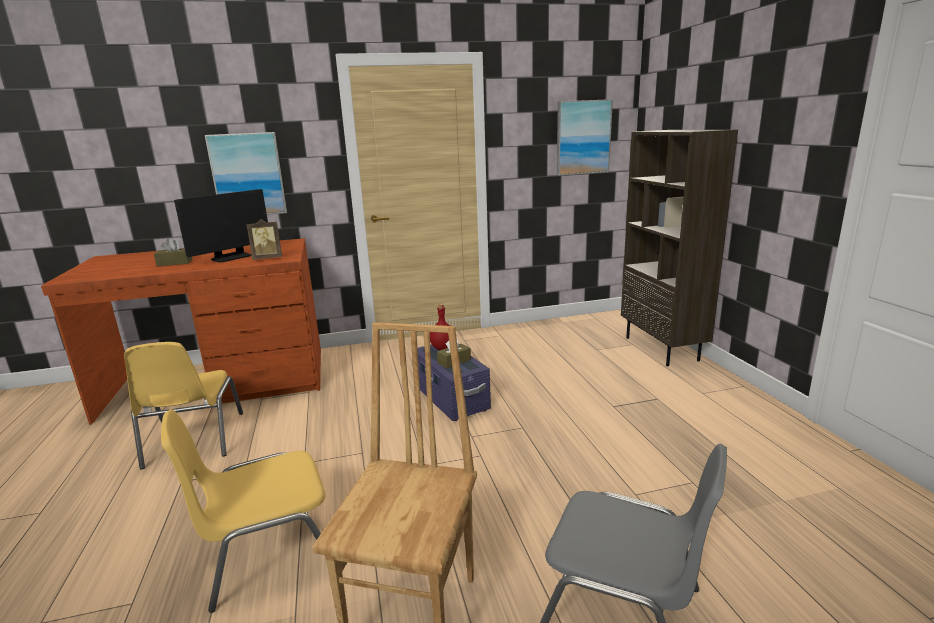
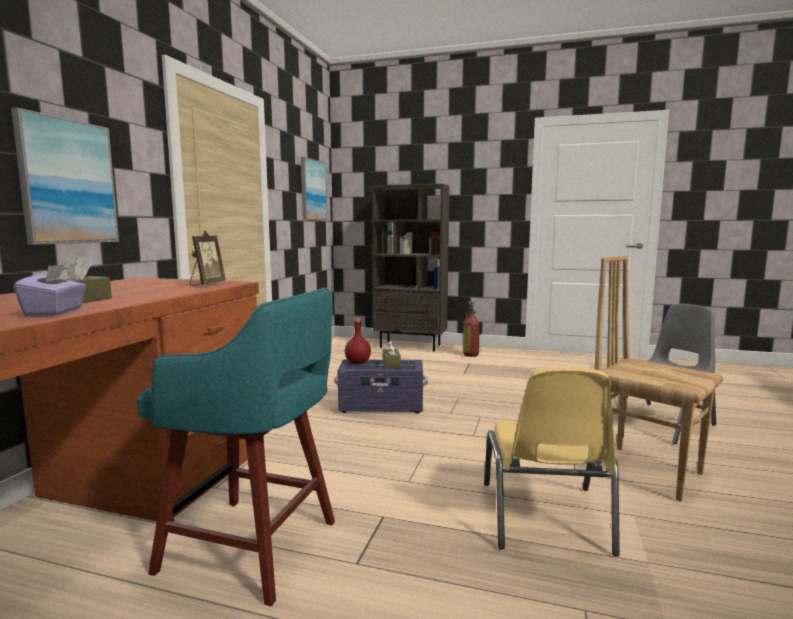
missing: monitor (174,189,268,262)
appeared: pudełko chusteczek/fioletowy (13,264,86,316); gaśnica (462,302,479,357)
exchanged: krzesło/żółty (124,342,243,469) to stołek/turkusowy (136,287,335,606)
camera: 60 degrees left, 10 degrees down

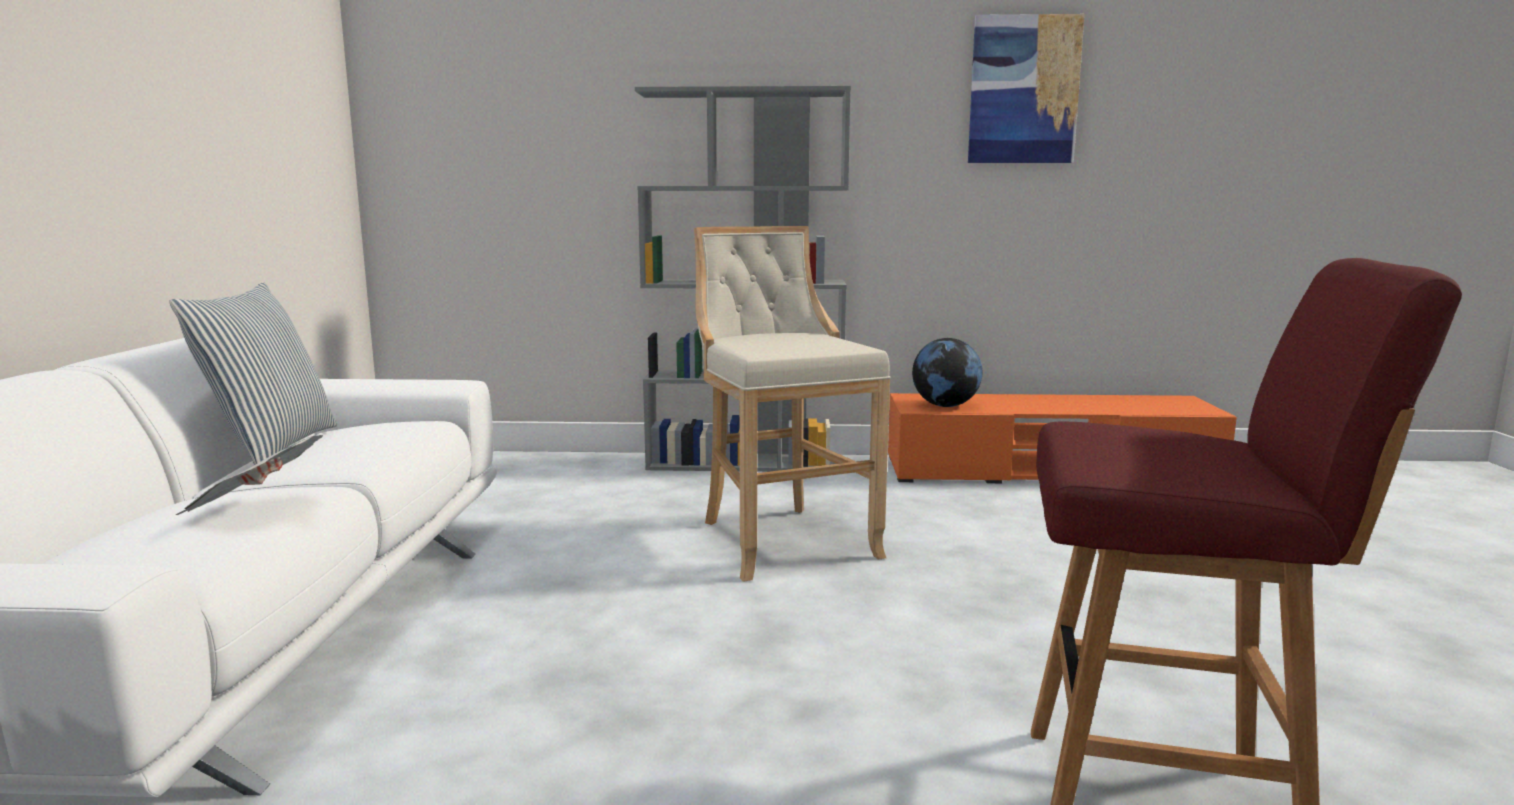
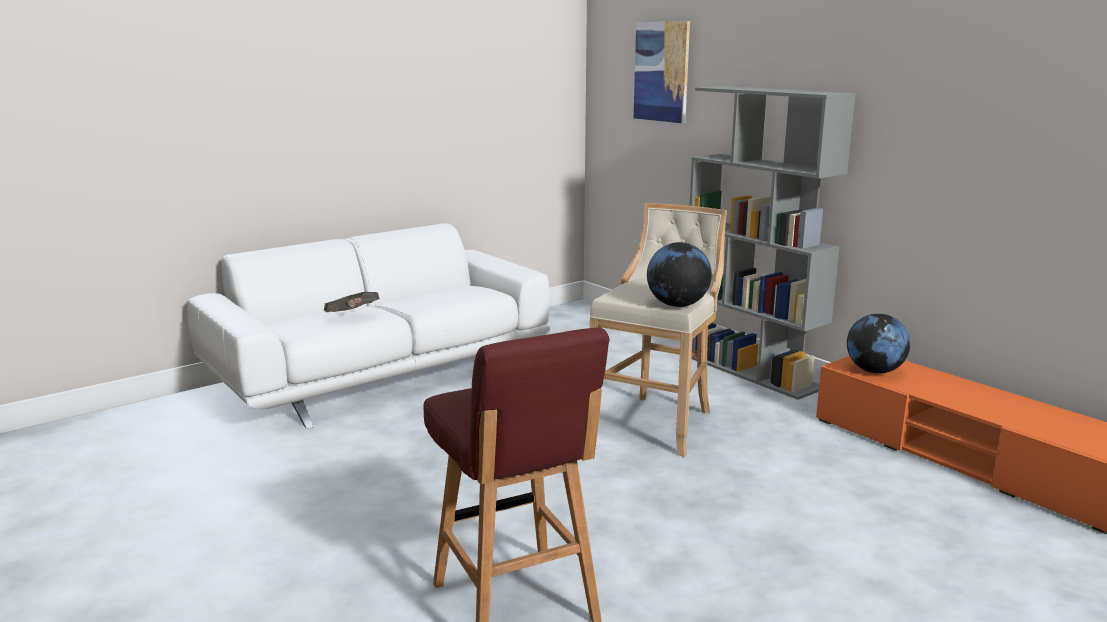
missing: poduszka (169,282,337,465)
appeared: globus (647,242,712,307)
relocated: obraz (968,14,1085,163) to (634,21,690,123)
camera: 50 degrees right, 5 degrees up

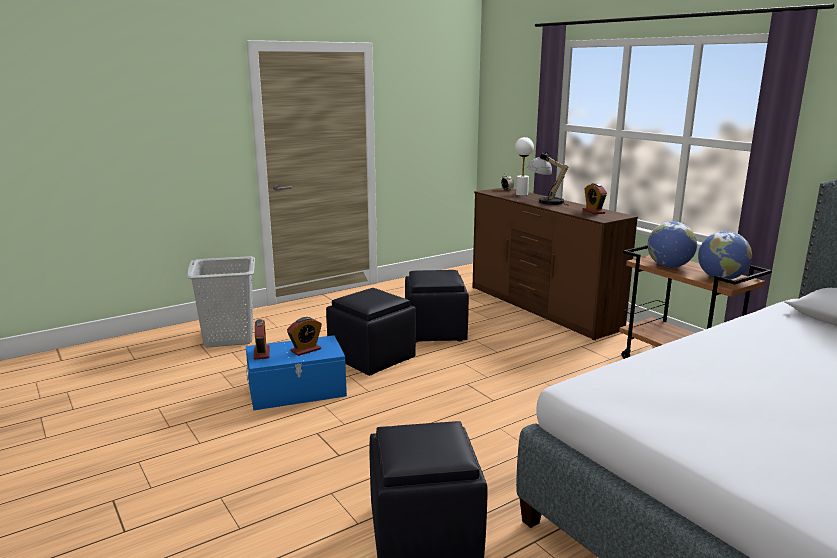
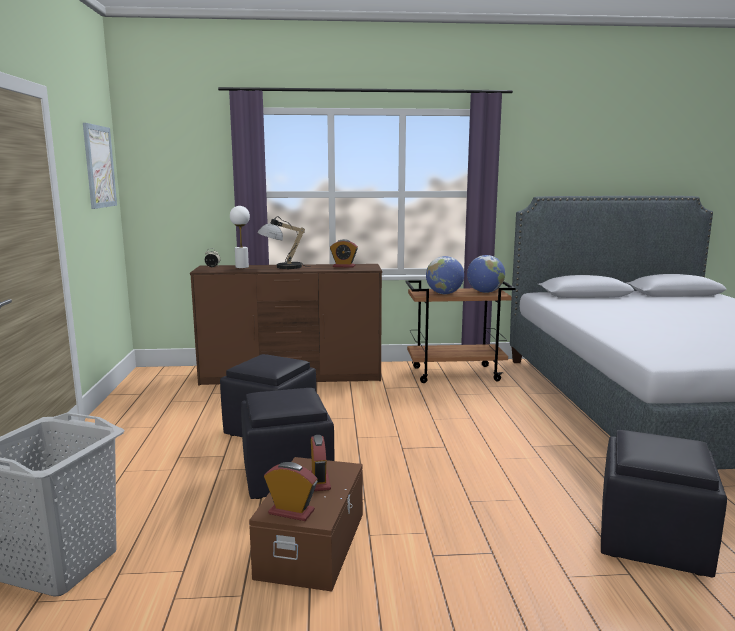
appeared: obraz (83,123,117,209)
colour: pojemnik do przechowywania/niebieski (246,335,347,411) to pojemnik do przechowywania/brązowy (249,457,363,592)
camera: 60 degrees left, 5 degrees down

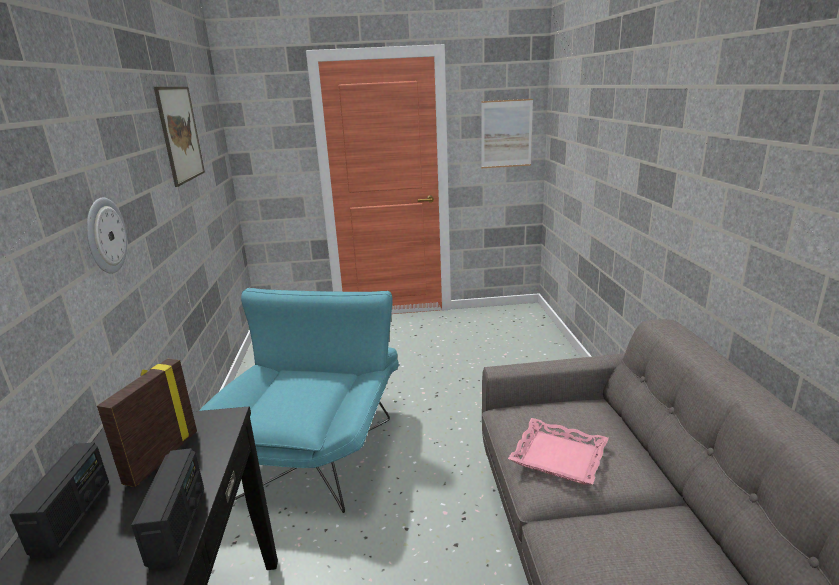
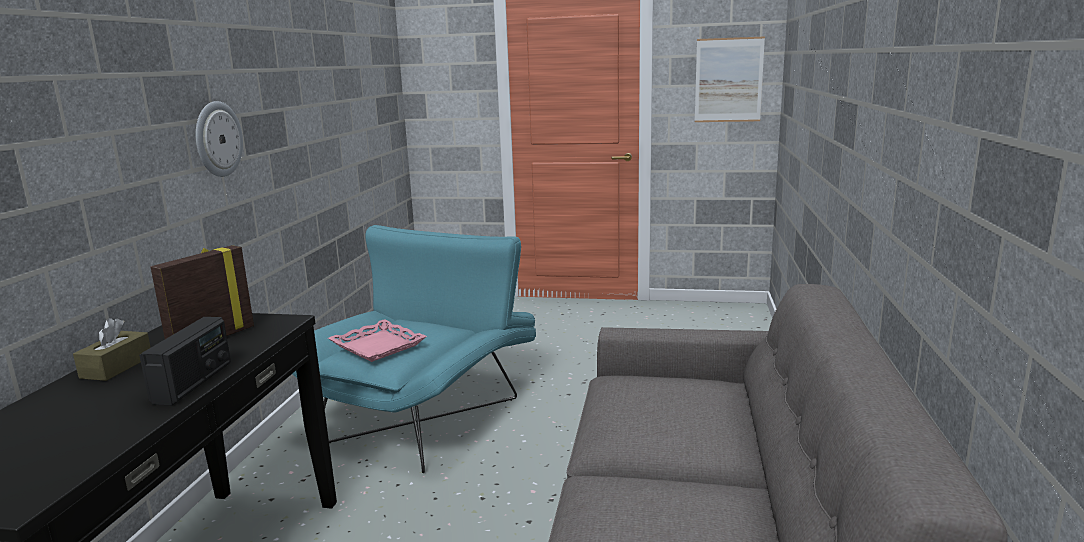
missing: obraz (154,87,205,187)
relocated: taca/różowy (508,418,609,484) to (328,319,427,362)
exchanged: radio (9,443,109,559) to pudełko chusteczek/brązowy (73,318,151,381)
camera: 15 degrees right, 5 degrees down

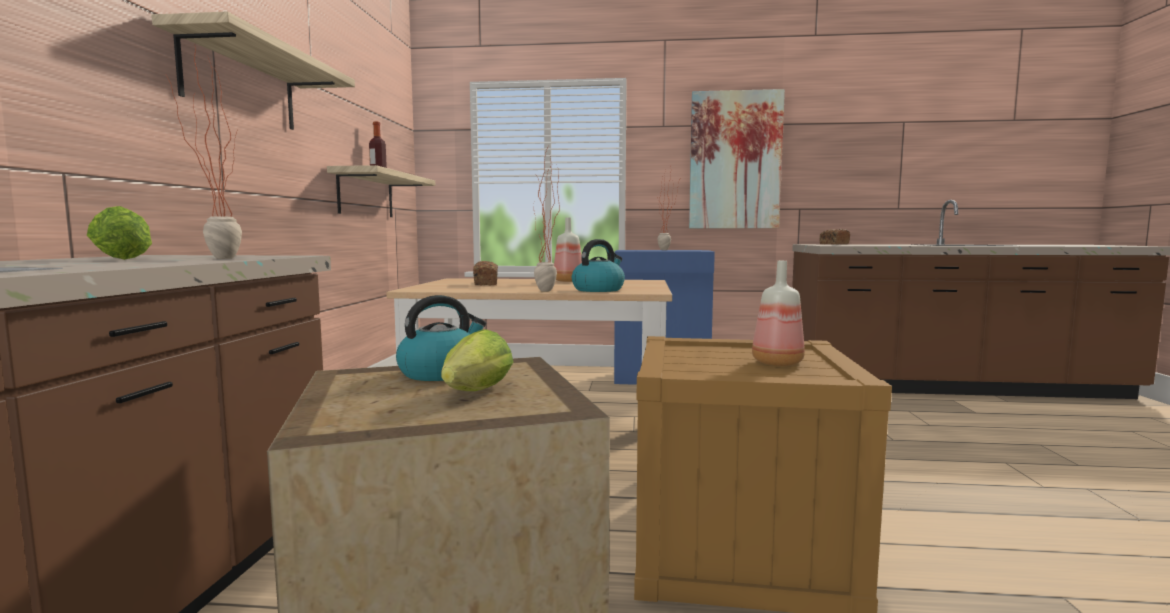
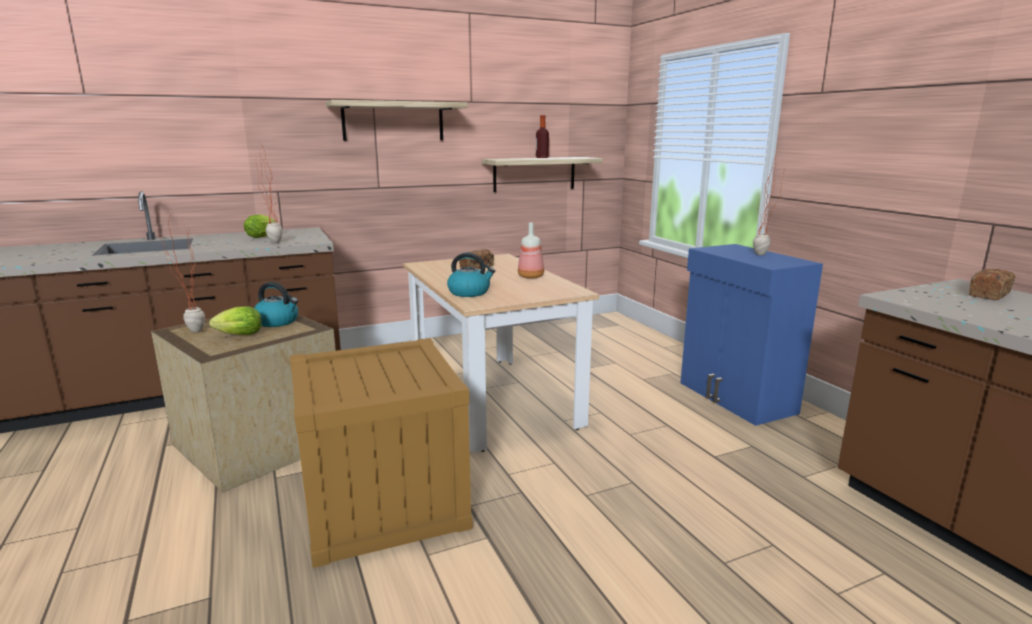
missing: obraz (689,89,785,228); butelka (752,261,805,366)
relocated: roślina doniczkowa (534,150,560,292) to (159,218,205,332)
camera: 60 degrees right, 10 degrees up

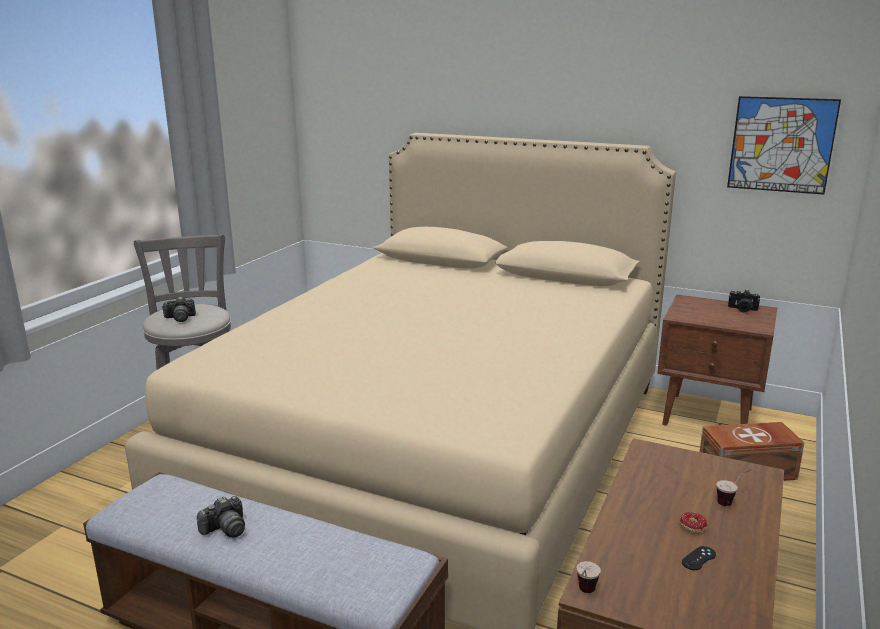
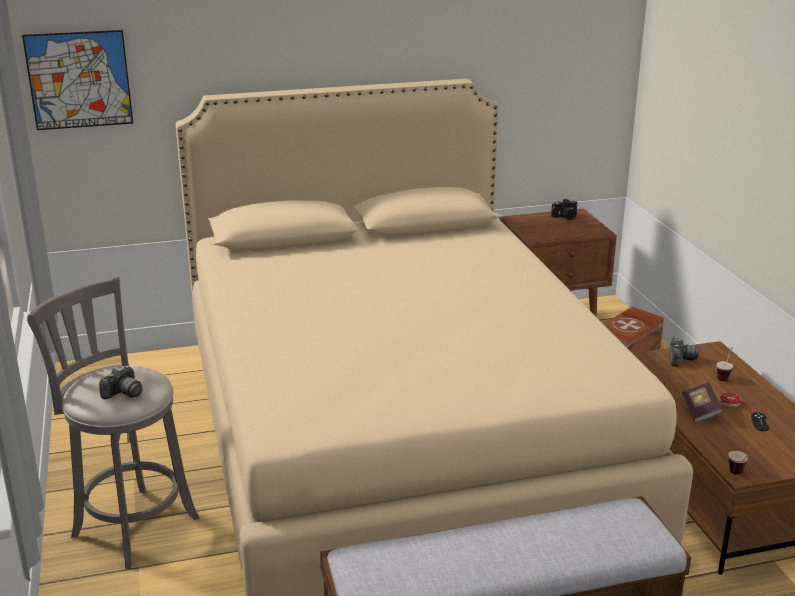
appeared: książka (682,382,723,423)
relocated: aparat fotograficzny (197,496,245,538) to (669,337,699,367); obraz (727,96,841,195) to (22,30,133,130)
camera: 40 degrees left, 5 degrees up

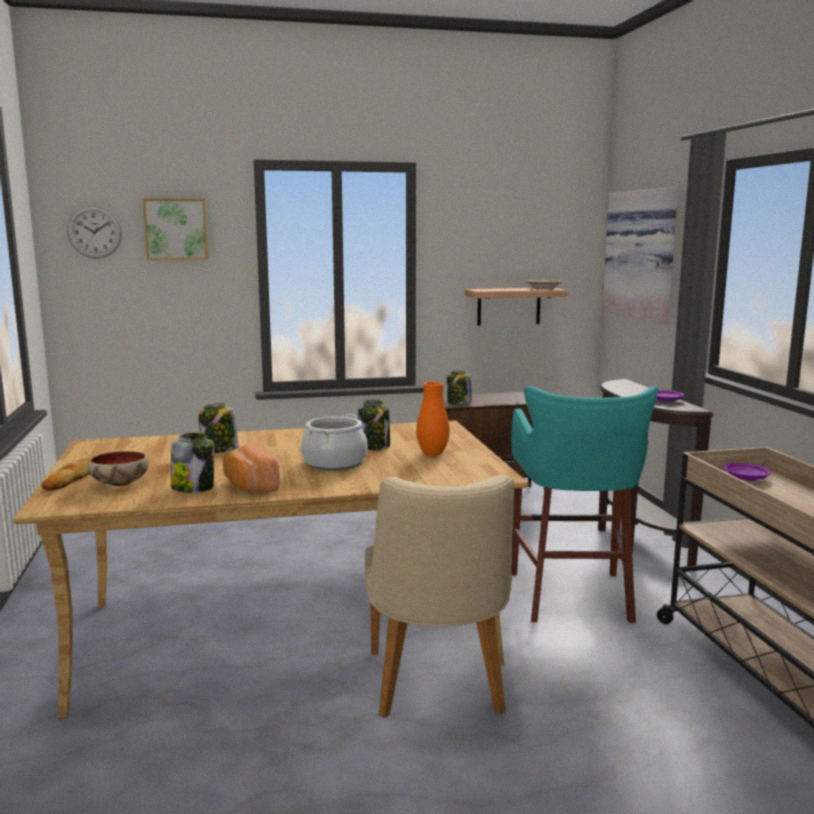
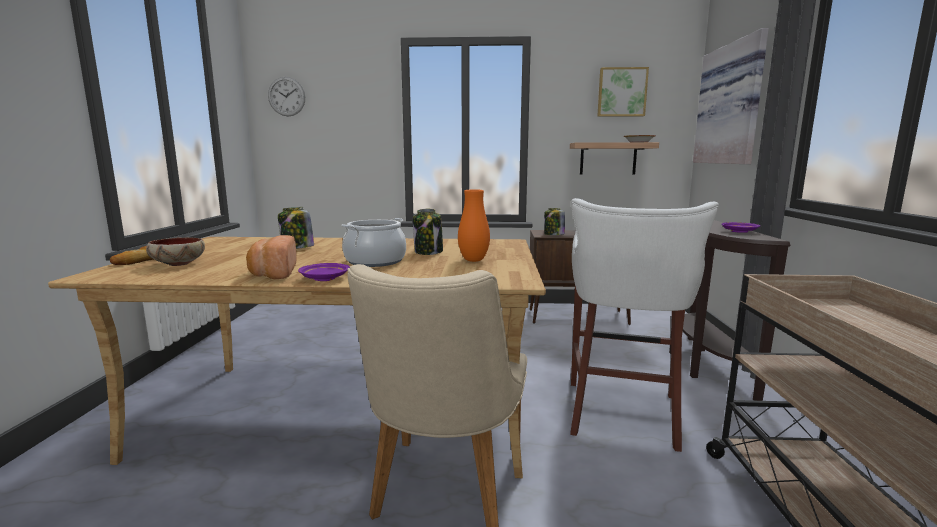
missing: słoik (171,433,214,493)
relocated: obraz (143,198,208,260) to (597,67,649,117); talerz/fioletowy (724,463,771,481) to (298,263,350,281)
colour: stołek/turkusowy (511,386,658,623) to stołek/biały (570,198,719,452)
camera: 15 degrees right, 0 degrees up

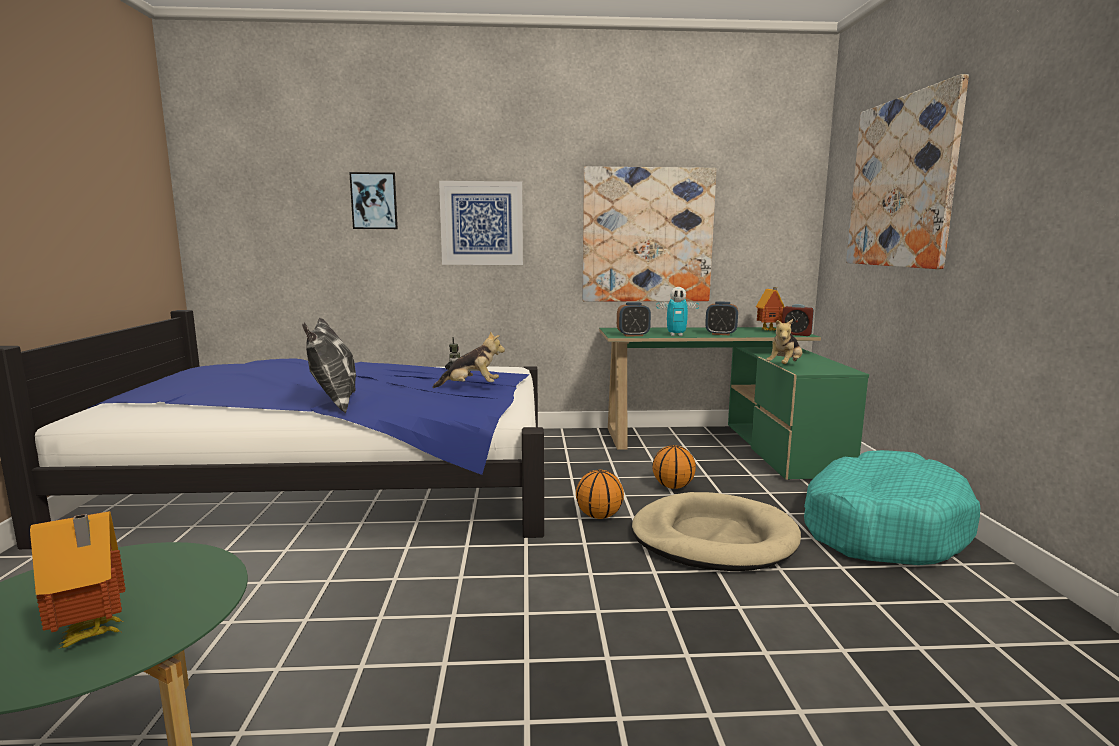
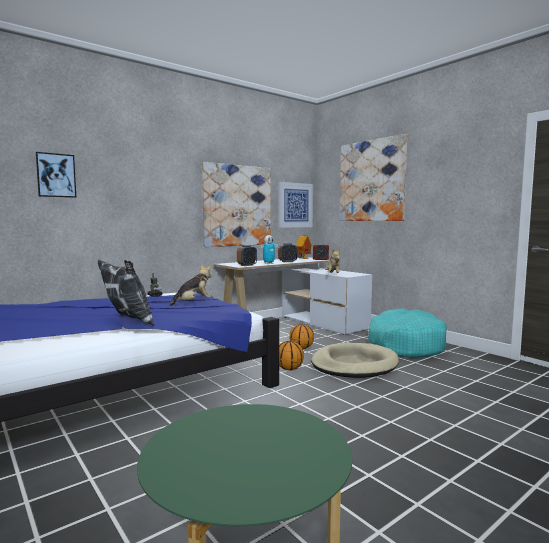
missing: domek (30,511,126,648)
relocated: obraz (439,181,523,265) to (279,182,313,228)
colour: biurko/zielony (599,327,869,480) to biurko/biały (214,257,373,335)
camera: 35 degrees left, 5 degrees down

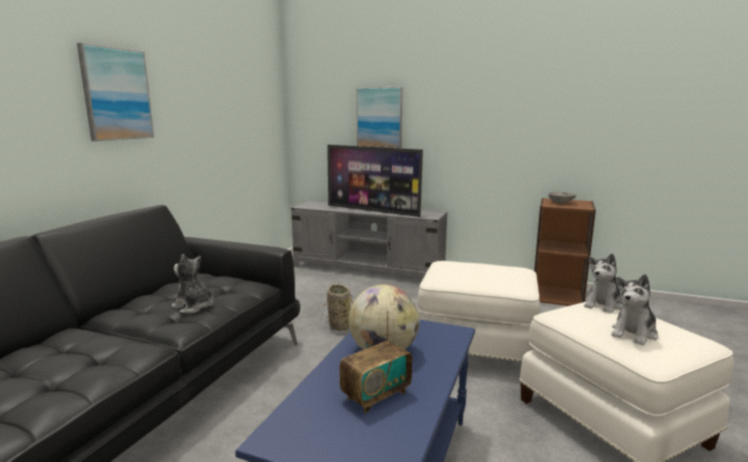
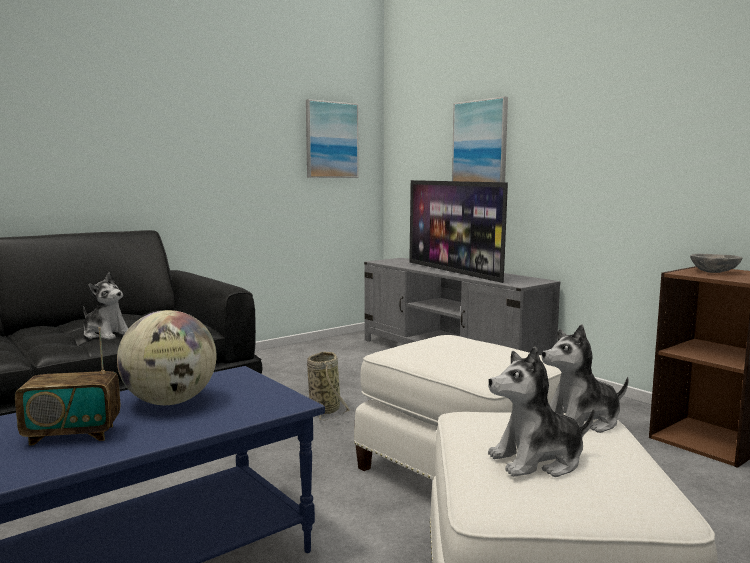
relocated: obraz (77,43,154,141) to (306,99,359,178)
spun: pluszak (172,254,213,314) = (83,272,128,340) 150 degrees clockwise
camera: 30 degrees right, 5 degrees down

